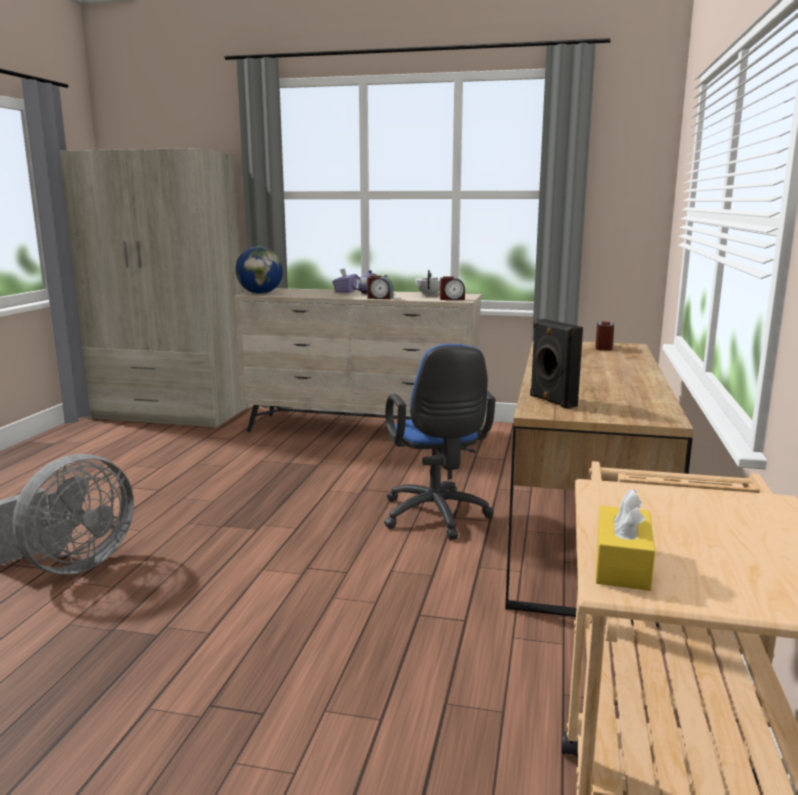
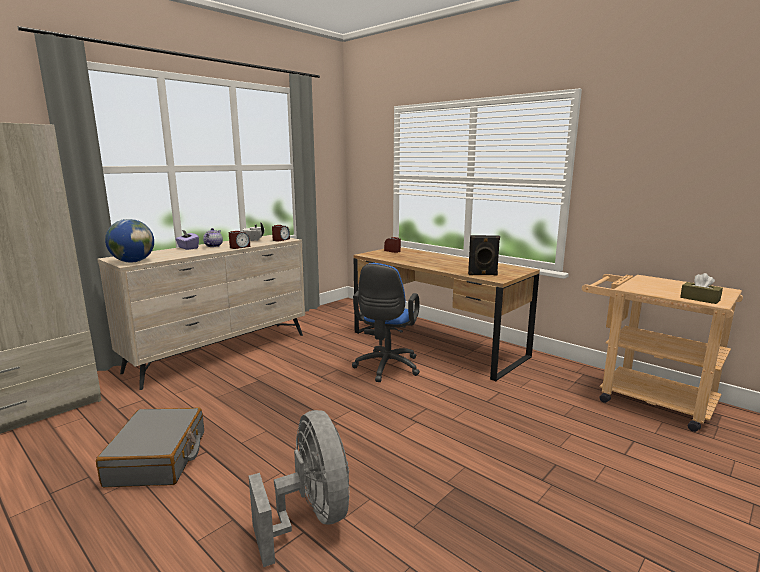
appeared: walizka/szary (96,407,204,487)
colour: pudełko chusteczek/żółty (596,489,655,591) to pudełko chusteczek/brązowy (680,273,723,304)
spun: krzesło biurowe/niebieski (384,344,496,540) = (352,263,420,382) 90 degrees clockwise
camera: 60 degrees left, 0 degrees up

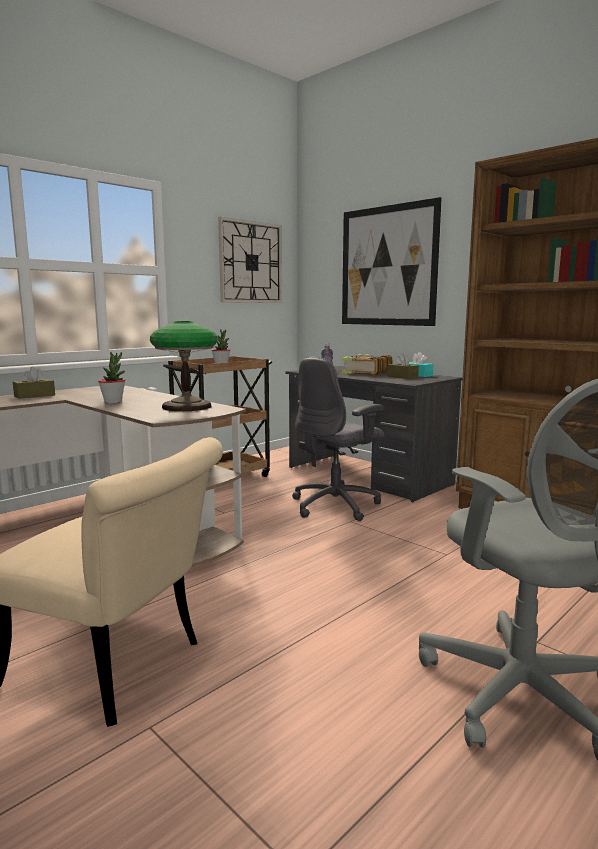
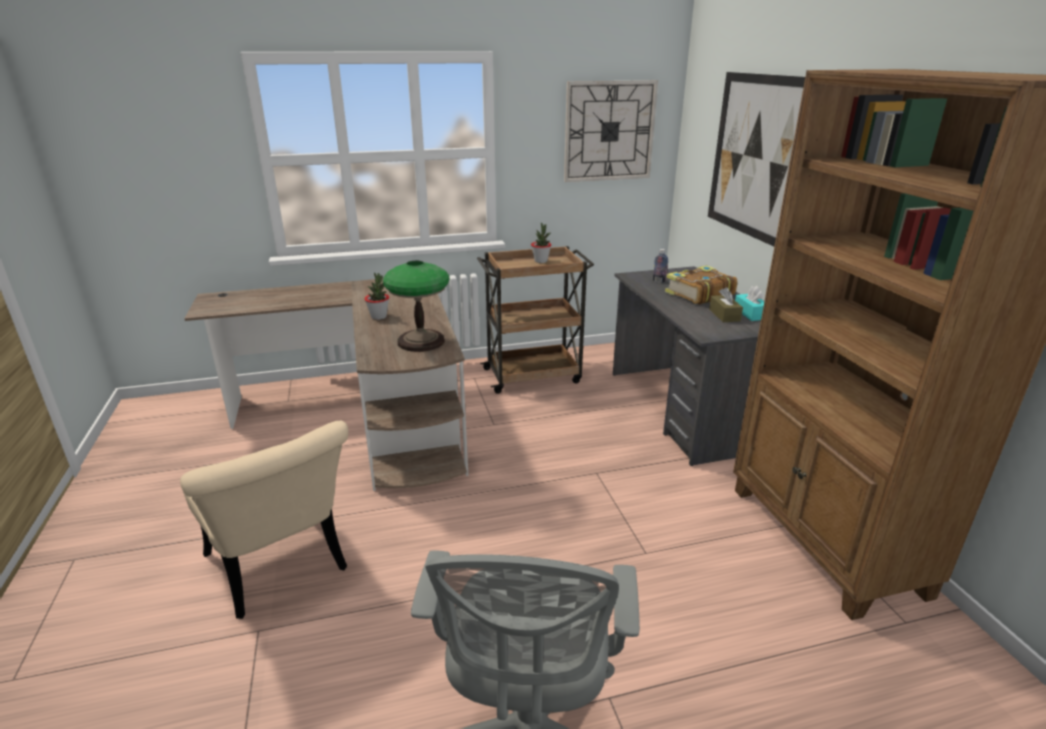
missing: pudełko chusteczek/brązowy (13,367,55,399); krzesło biurowe/szary (292,357,385,521)
camera: 30 degrees right, 15 degrees up

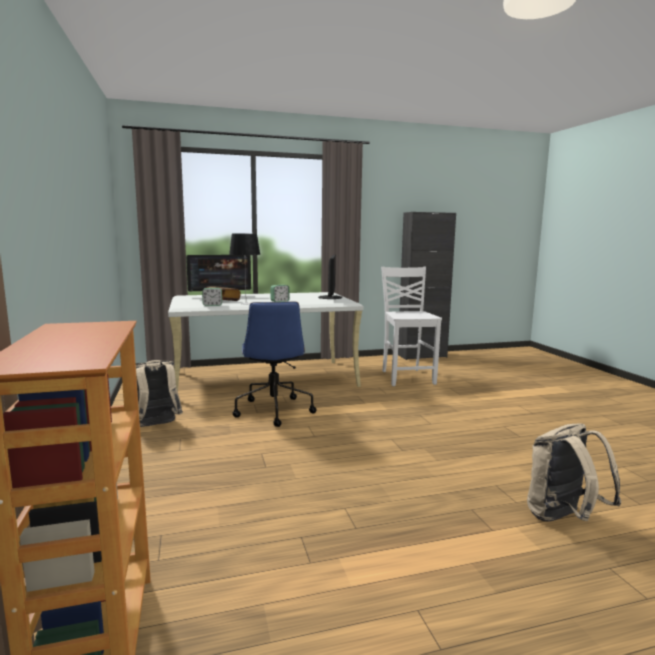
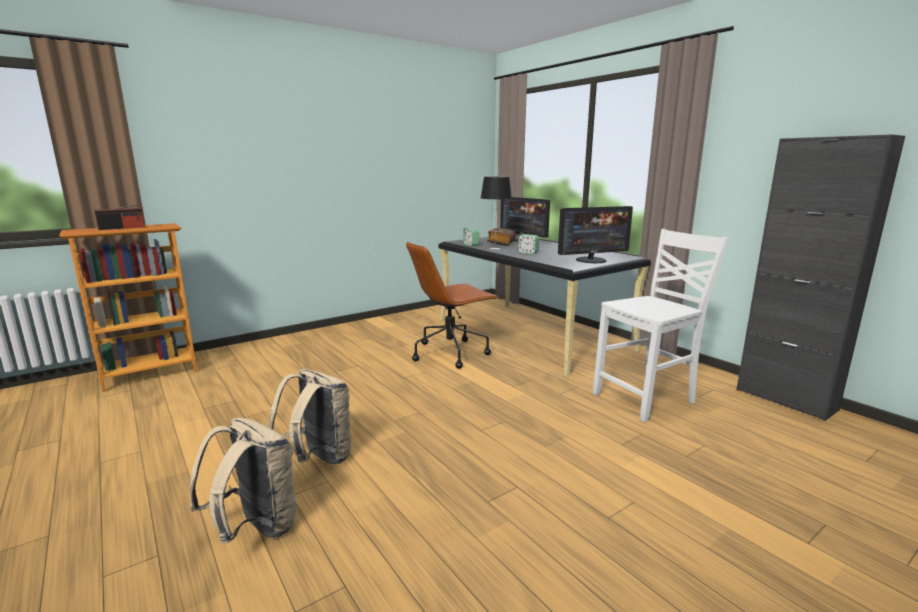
appeared: radio (94,205,145,230)
relocated: plecak/beżowy (136,360,183,427) to (269,369,351,465)
colour: biurko/biały (168,292,363,391) to biurko/czarny (439,236,651,377); krzesło biurowe/niebieski (233,301,317,427) to krzesło biurowe/brązowy (406,242,499,369)
camera: 70 degrees right, 5 degrees up

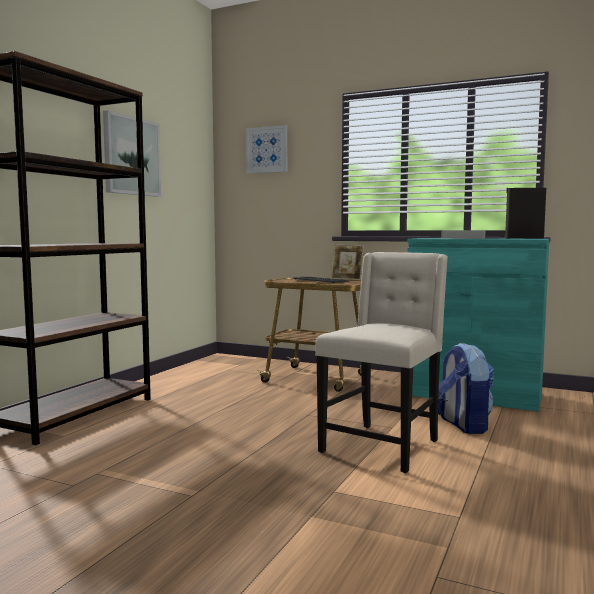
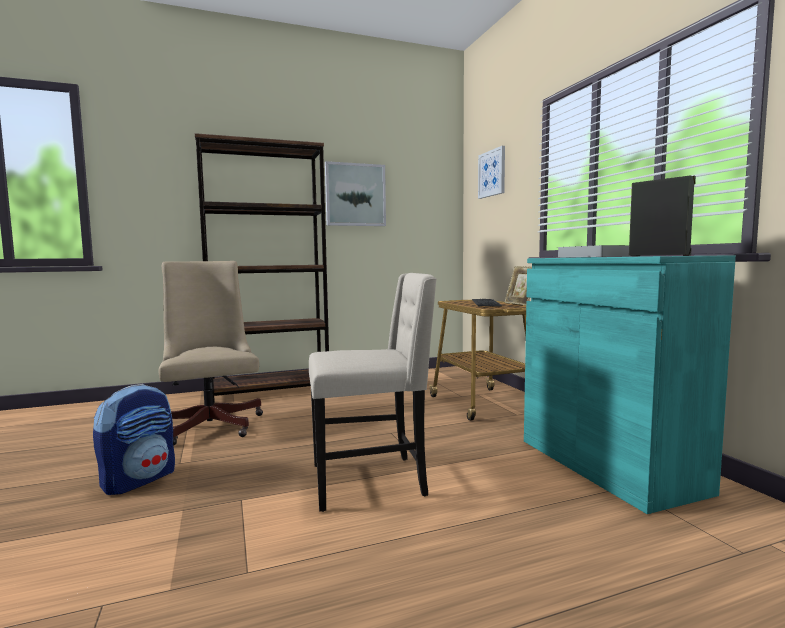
appeared: krzesło biurowe/beżowy (159,261,263,446)
relocated: plecak (438,343,495,434) to (93,384,175,495)
camera: 45 degrees right, 0 degrees up

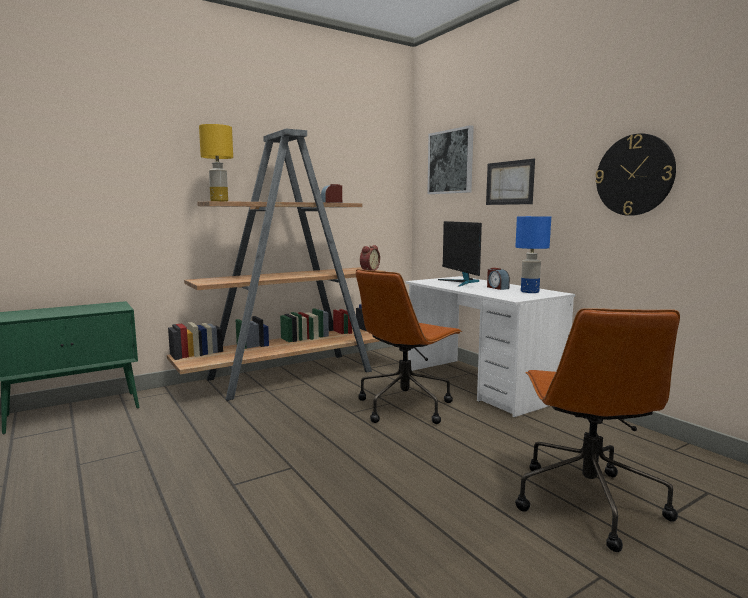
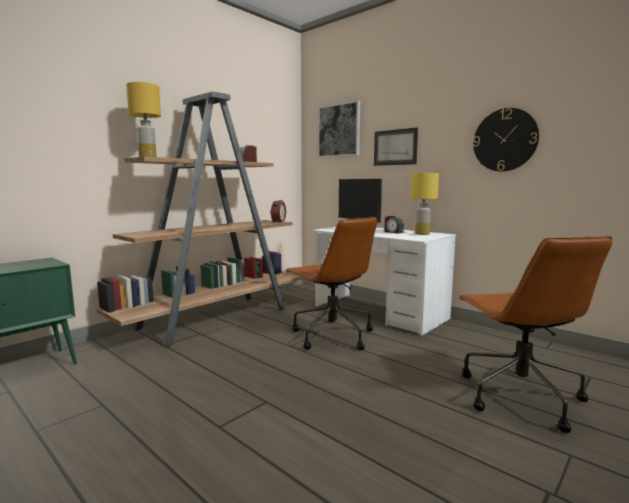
colour: lampa stołowa/niebieski (515,216,551,293) to lampa stołowa/żółty (411,173,439,235)
spun: krzesło biurowe/brązowy (356,269,462,424) = (285,217,378,350) 60 degrees counterclockwise
camera: 15 degrees left, 0 degrees up

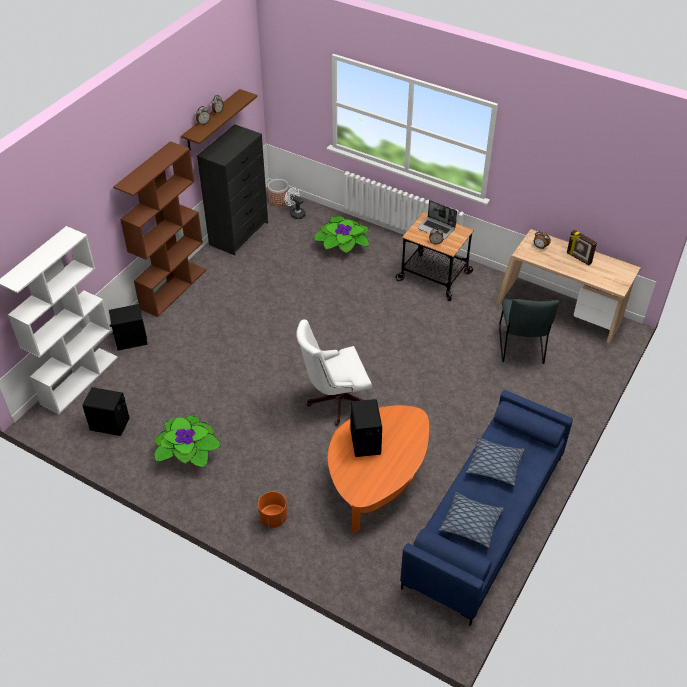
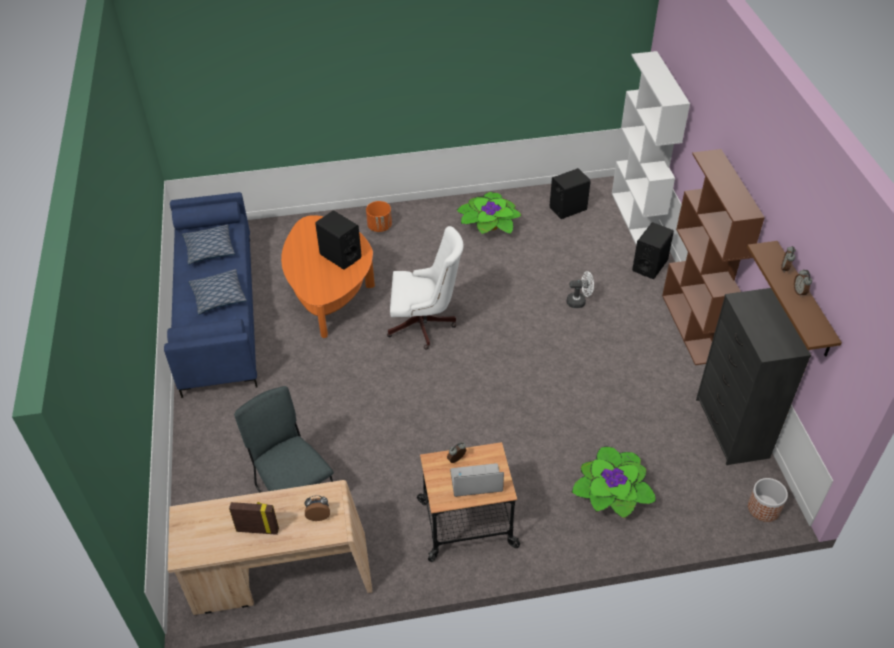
relocated: wentylator/biały (285,187,306,219) to (566,271,594,308)
spun: krzesło biurowe/biały (296,319,372,426) = (387,226,464,350) 60 degrees clockwise
camera: 140 degrees right, 0 degrees up

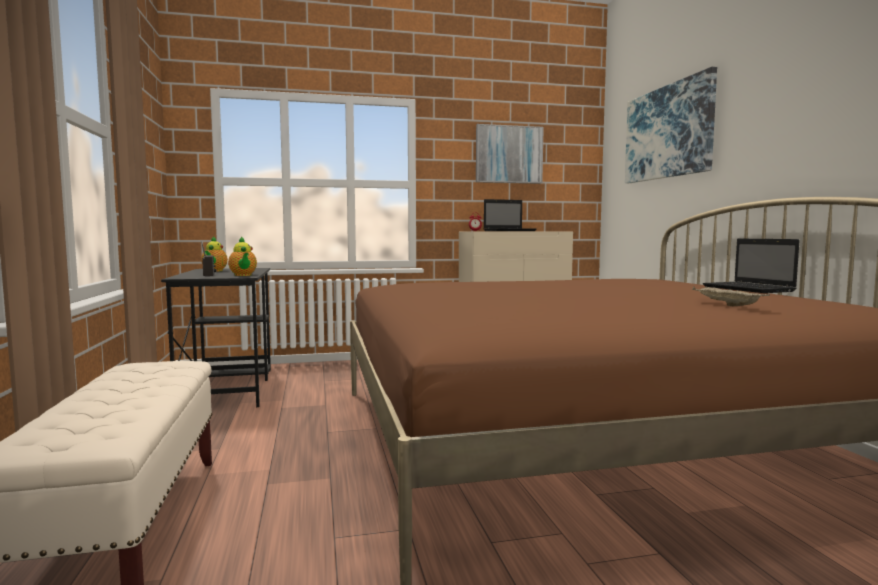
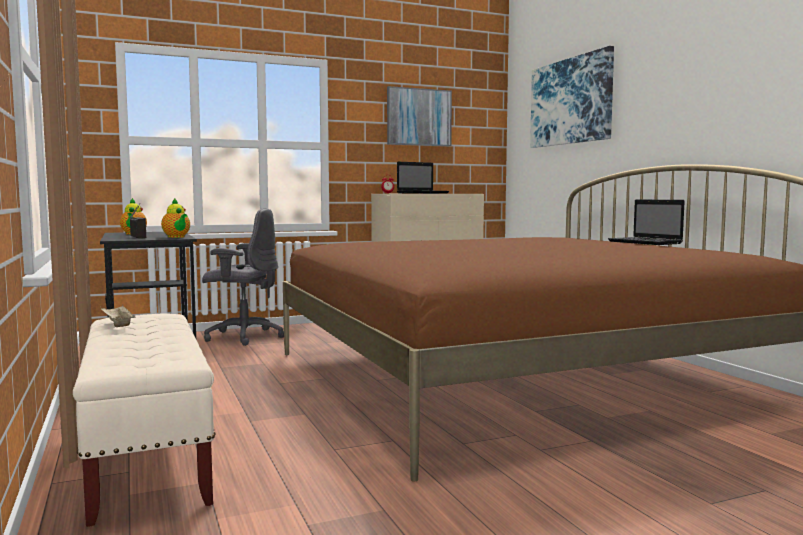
appeared: krzesło biurowe/szary (202,208,284,346)
relocated: taca/beżowy (692,286,769,306) to (101,306,135,327)
camera: 10 degrees left, 0 degrees up

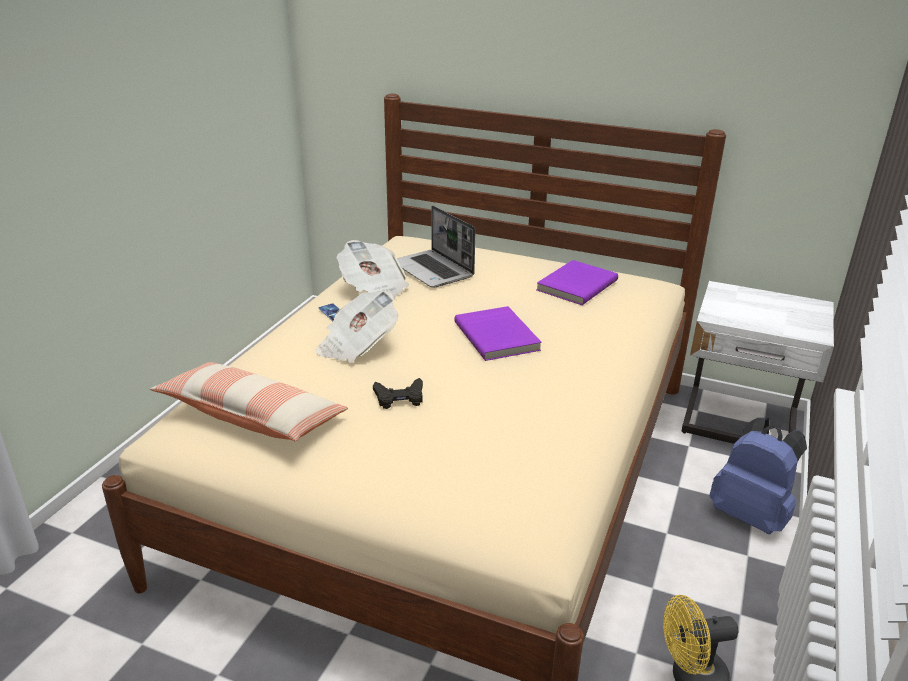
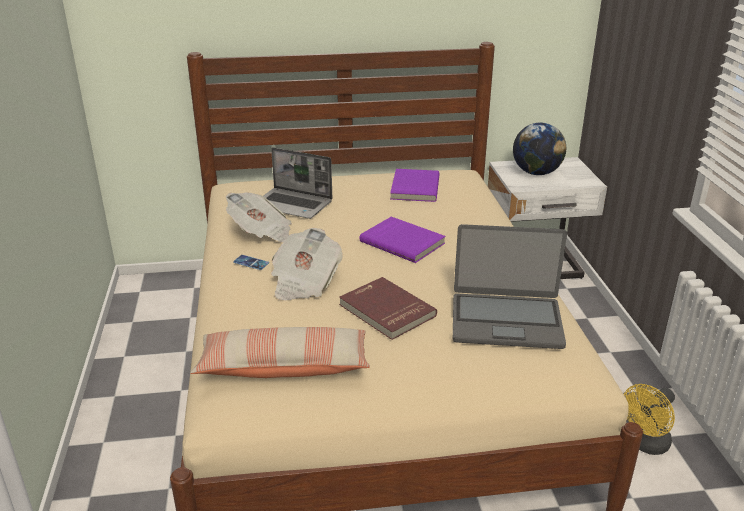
missing: plecak/niebieski (709,418,807,534)
appeared: laptop (453,224,567,349); globus (513,123,566,175)
exchanged: pad do gier/czarny (373,378,423,409) to książka/czerwony (339,277,437,340)
camera: 30 degrees left, 0 degrees up

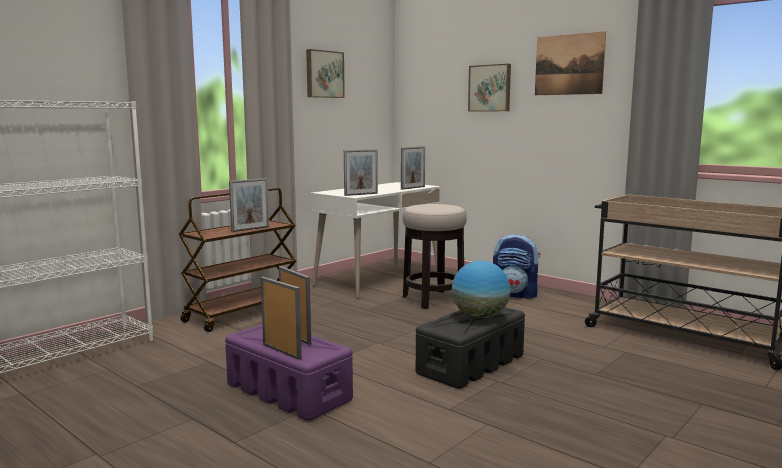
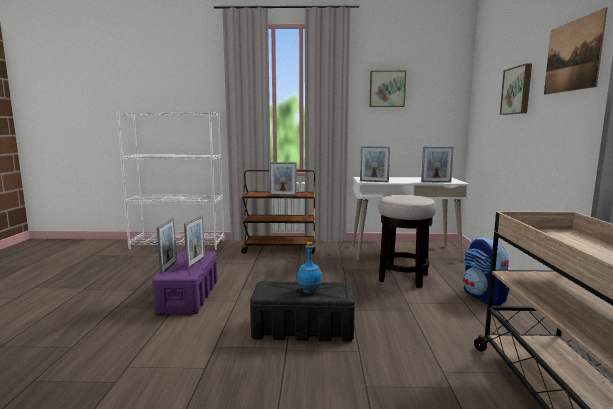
exchanged: globus (452,261,511,319) to butelka/niebieski (297,242,322,293)
camera: 50 degrees right, 0 degrees up

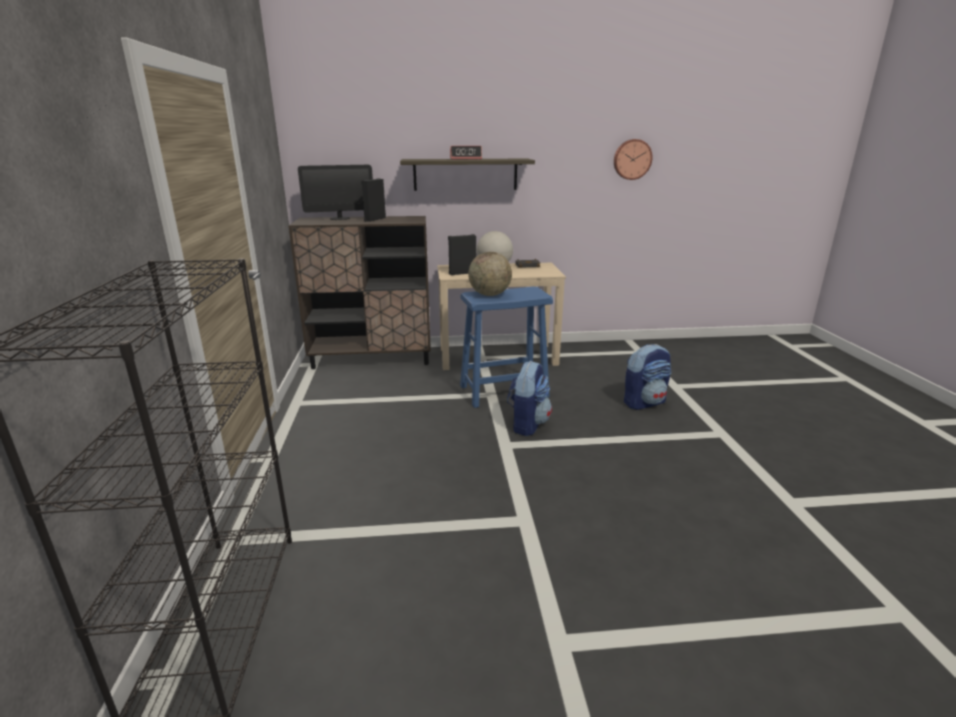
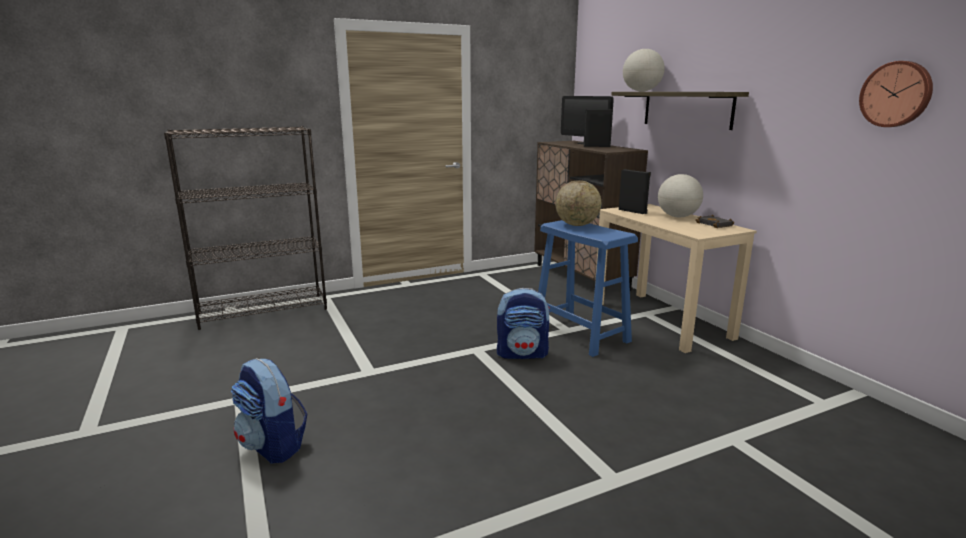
missing: budzik (450,146,482,160)
appeared: globus (623,49,665,92)
relocated: plecak (624,344,672,410) to (231,358,308,463)
camera: 70 degrees right, 5 degrees down

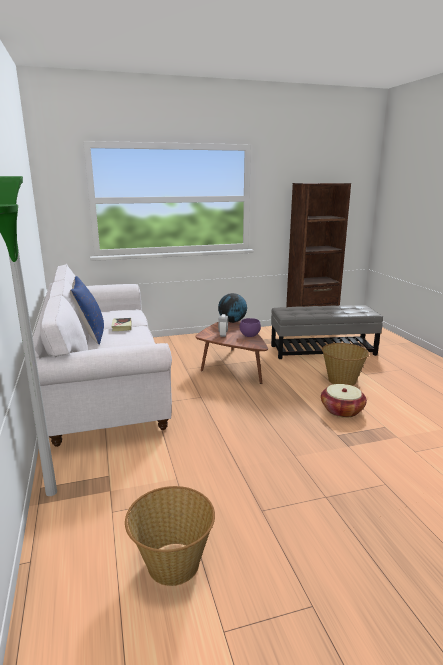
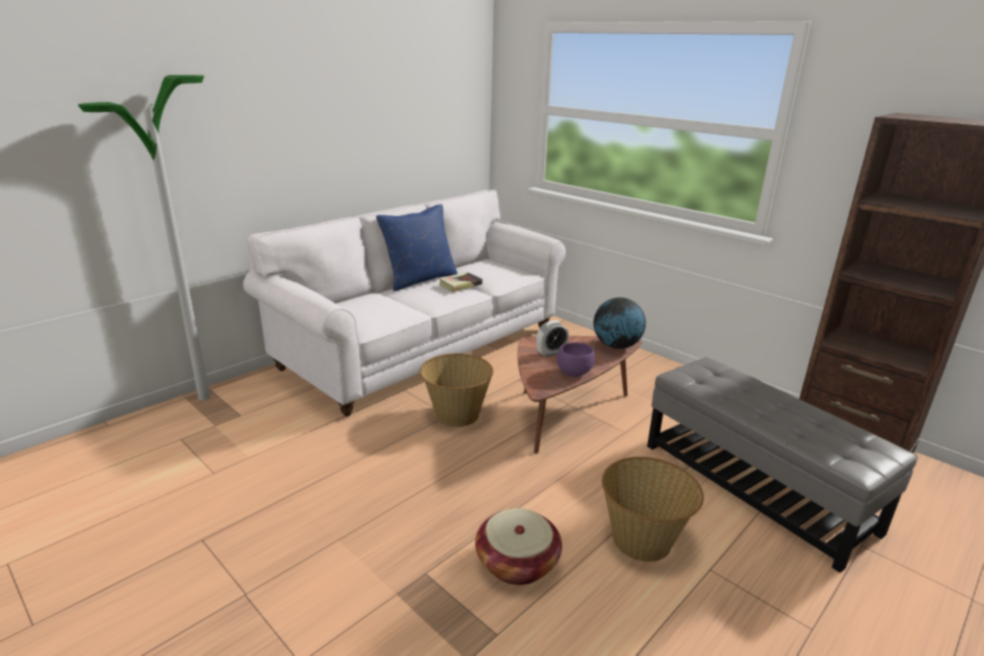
relocated: koszyk (125,486,215,586) to (419,353,494,427)
camera: 60 degrees right, 5 degrees up

